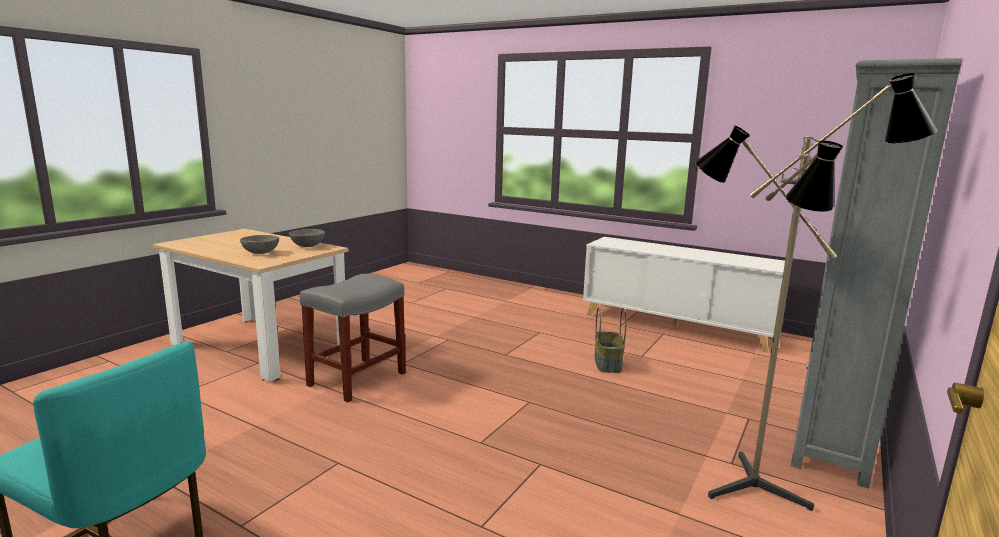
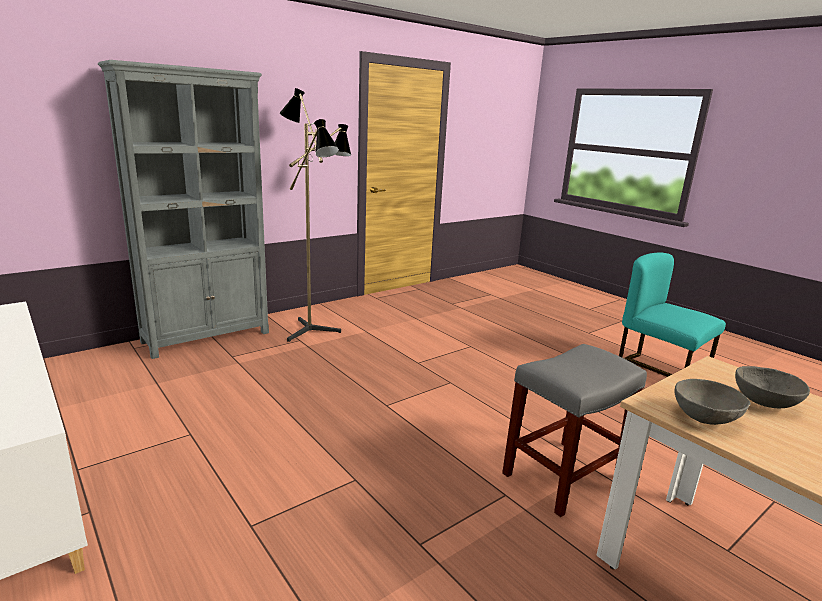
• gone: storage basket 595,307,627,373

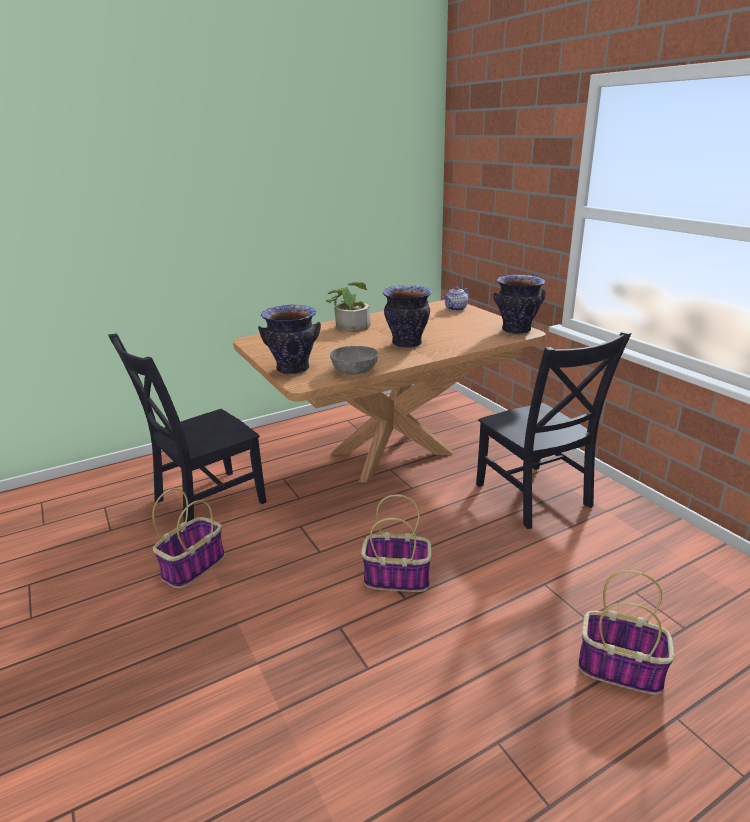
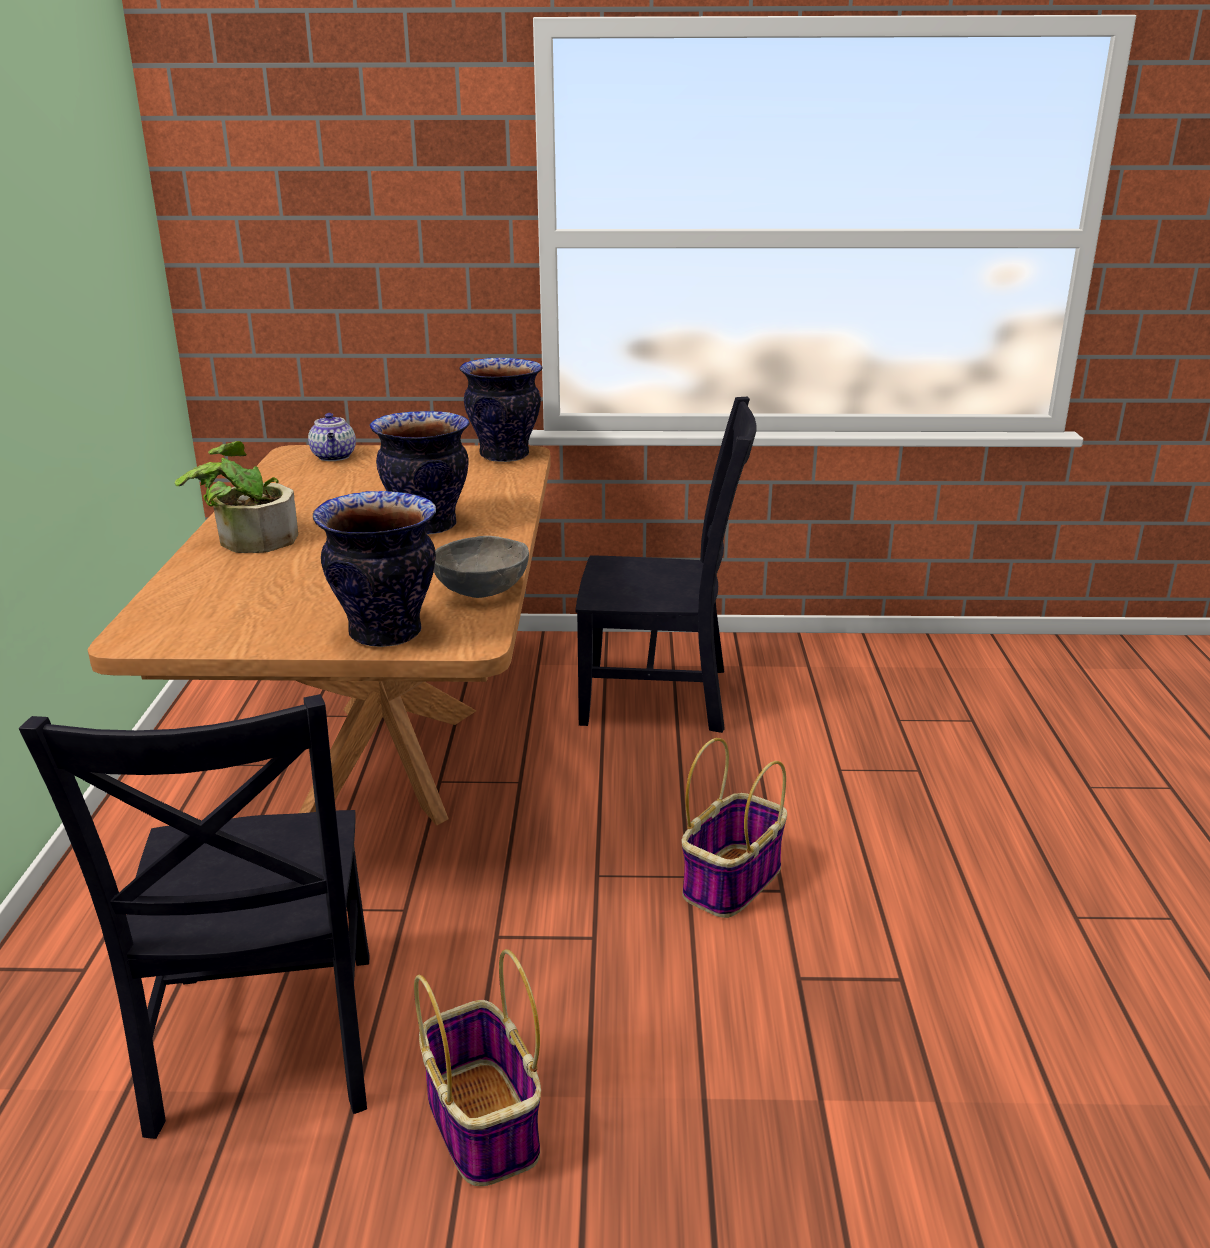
• gone: storage basket 578,570,675,695

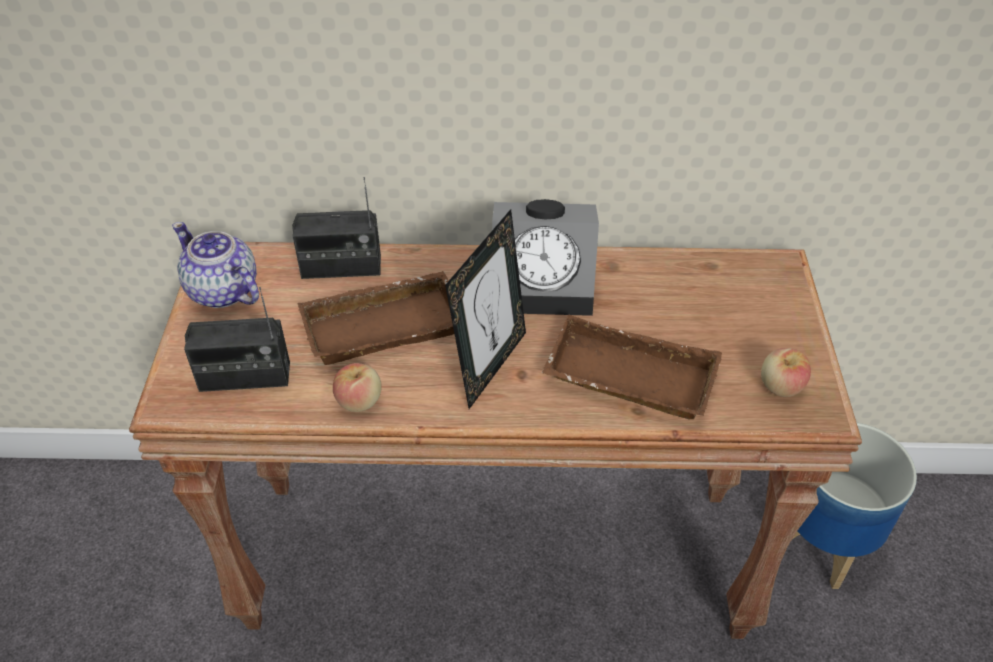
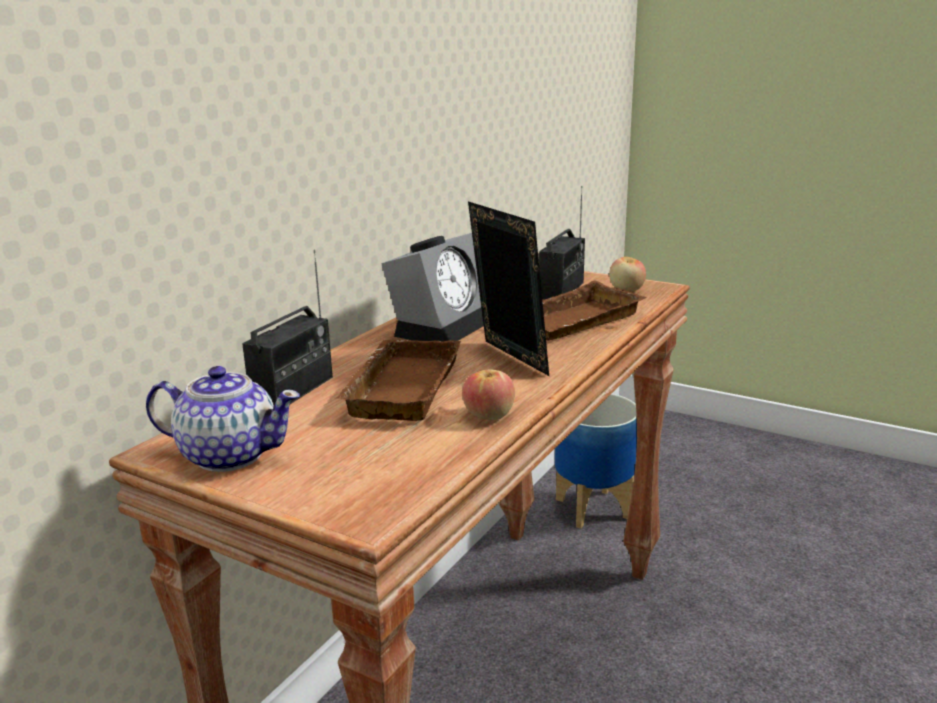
• rotated: tea pot 172,222,259,308 = 146,366,300,472 150 degrees counterclockwise
• shifted: radio 184,287,290,392 to 539,186,585,299

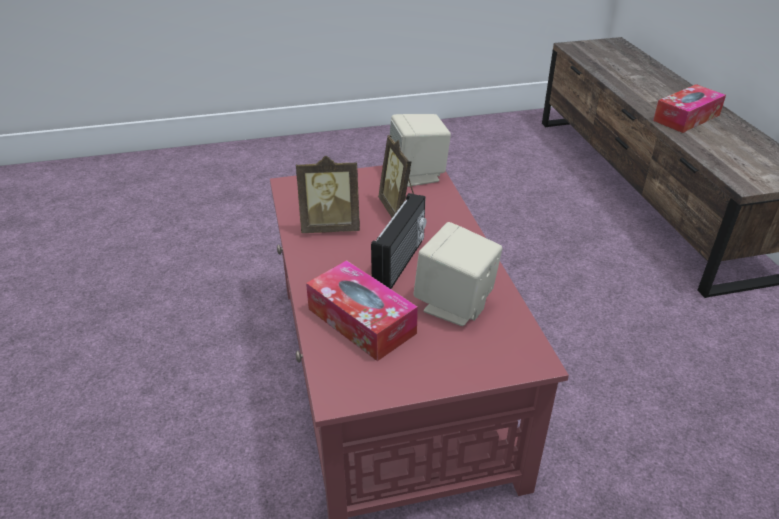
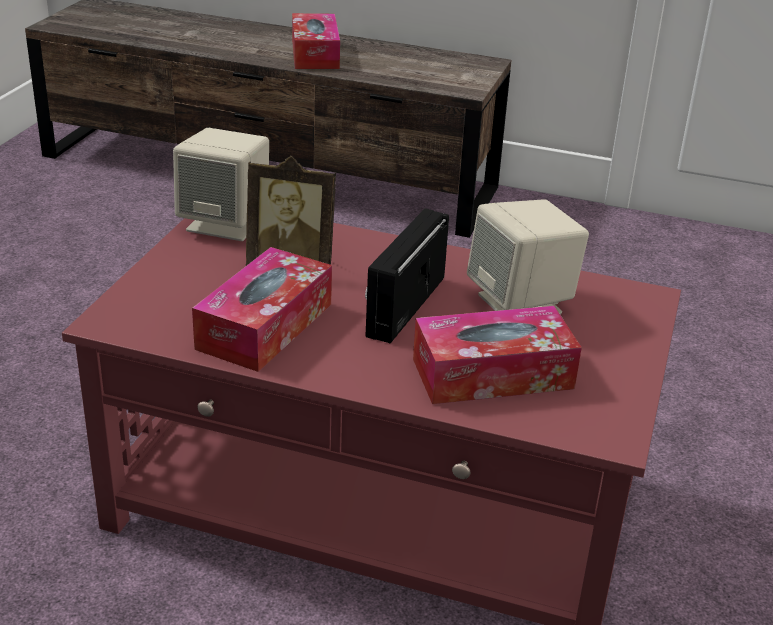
• swapped: photo frame 296,156,360,233 to tissue holder 192,247,332,372
• rotated: radio 371,193,426,289 = 365,208,449,344 120 degrees counterclockwise

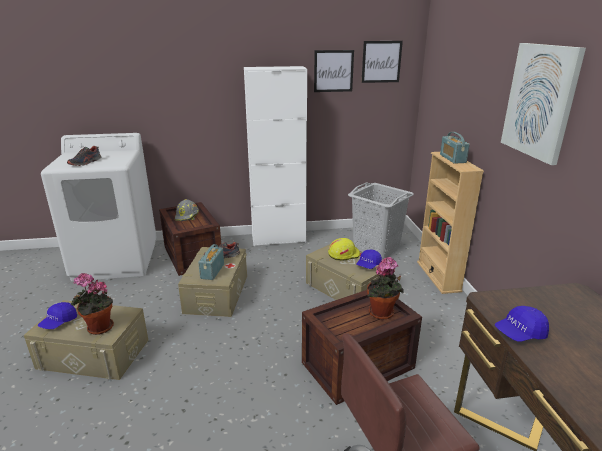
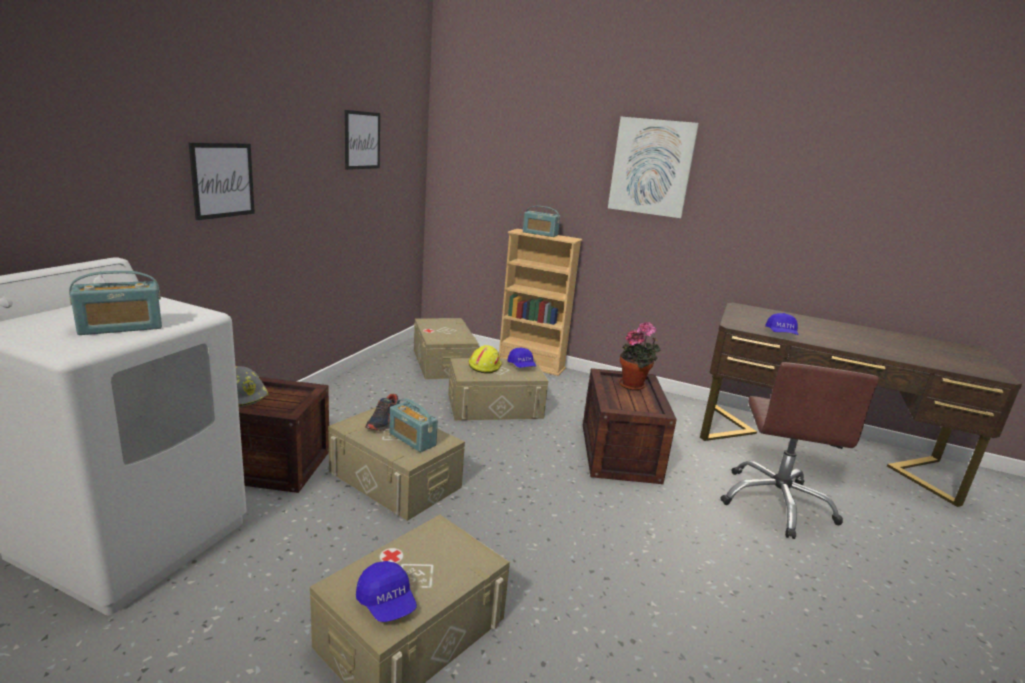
• shifted: picture 361,41,403,83 to 189,143,255,220
• gone: whitish cabinet 244,66,307,246
• swapped: item of footwear 67,146,102,166 to radio 69,271,162,335
• swapped: gray washing basket 348,182,414,259 to sand-coloured storage container 414,318,479,380
• gone: plant in a pot 70,273,114,335

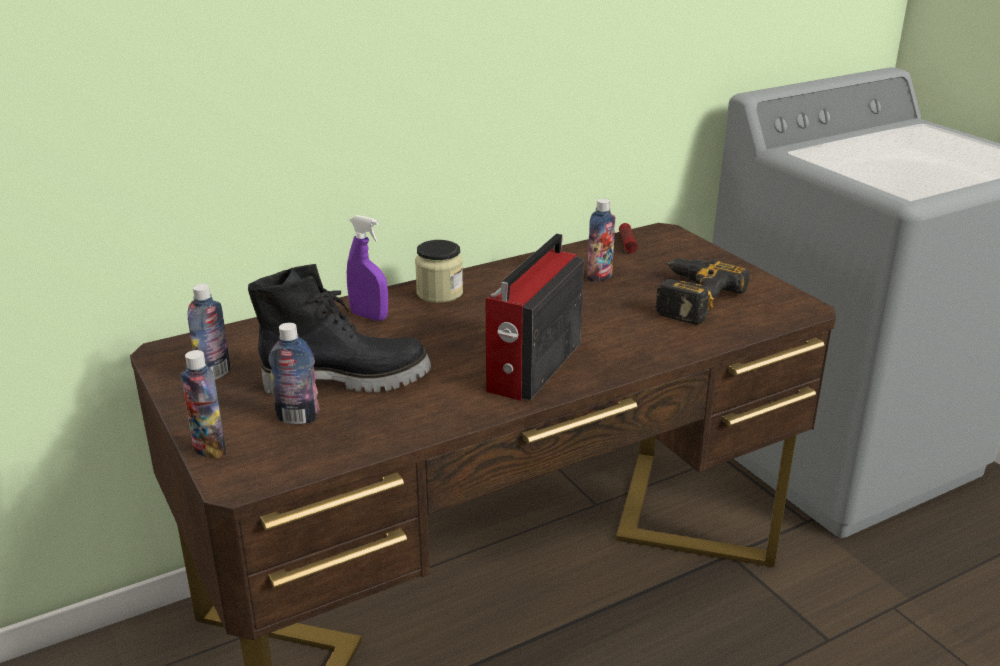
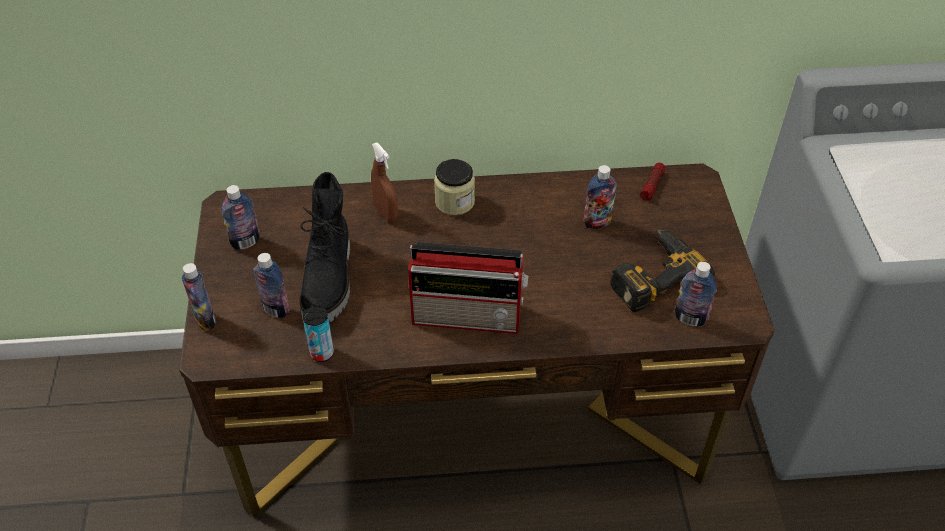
• repainted: purple-coloured spray bottle 347,215,388,321 to brownish spray bottle 371,142,398,222
• rotated: radio 486,233,584,401 = 408,242,528,334 135 degrees counterclockwise
• rotated: blackish tall boot 248,264,431,395 = 299,172,350,322 75 degrees clockwise
• new: bottle 675,262,717,326
• new: metal can 302,306,334,362

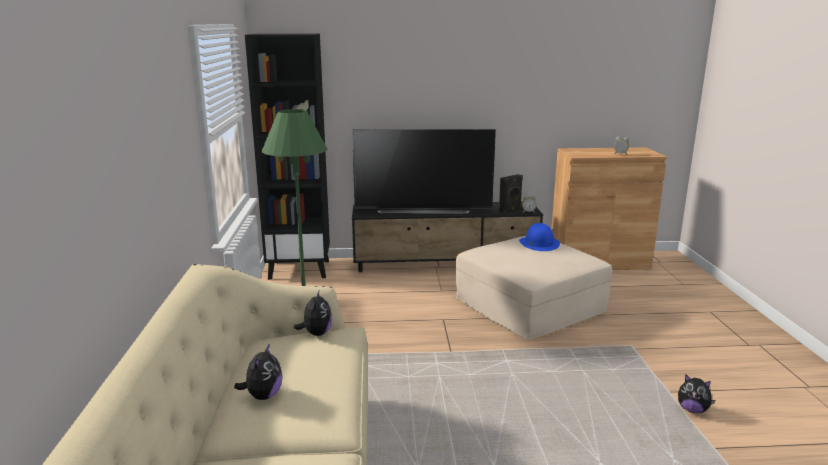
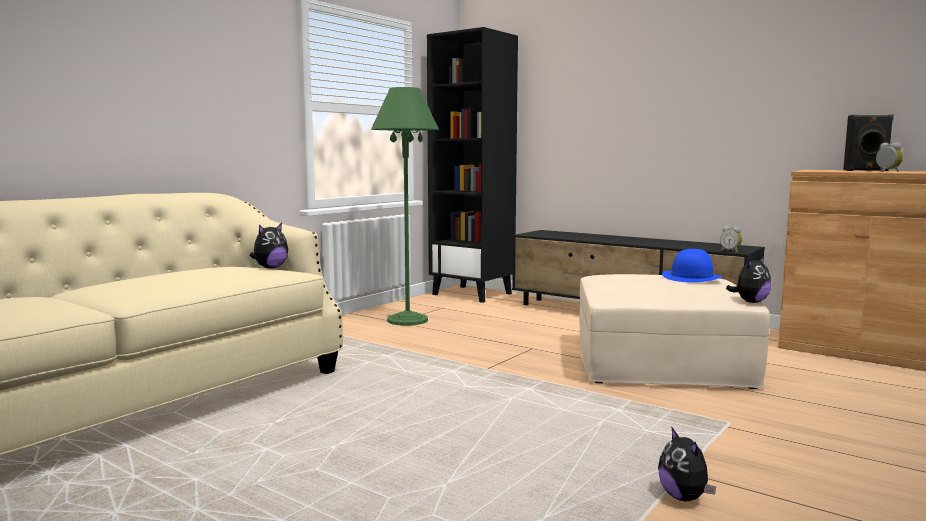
• gone: television 352,129,496,213
• shifted: blackish loudspeaker 499,174,523,213 to 843,115,894,171
• shifted: plush toy 234,343,283,400 to 726,256,771,303

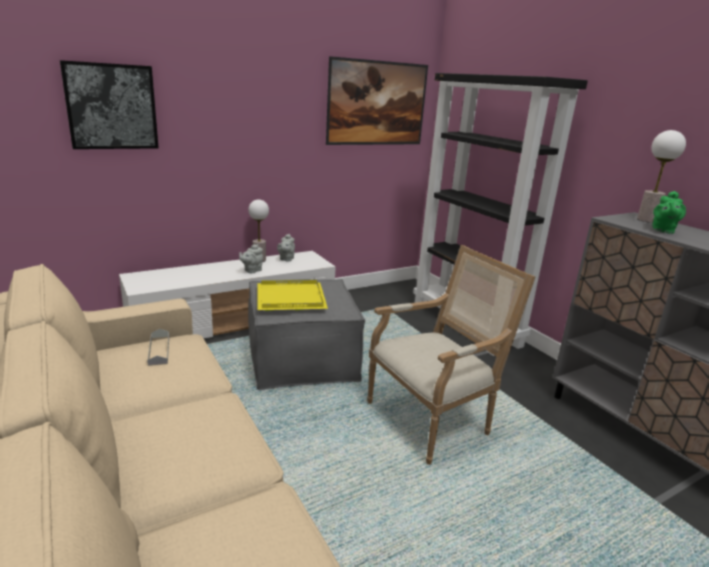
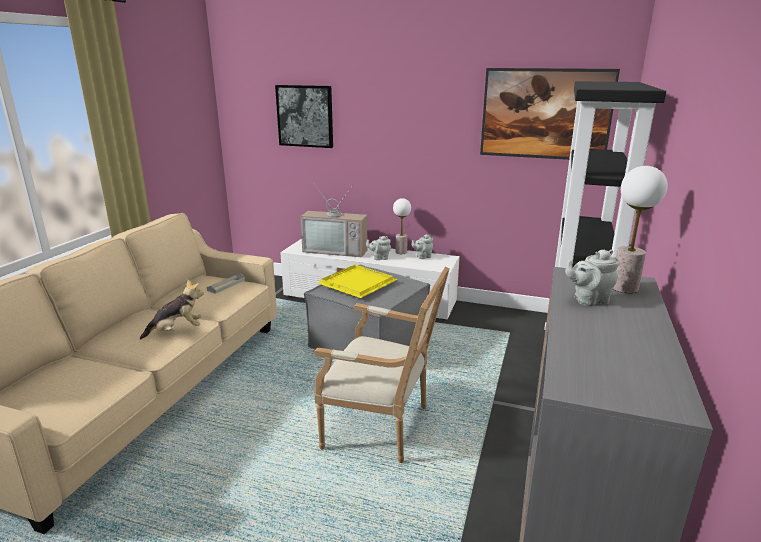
• repainted: green-coloured tea pot 652,191,686,234 to gray tea pot 565,250,620,306
• new: television 300,185,367,257
• new: plush toy 140,279,204,340

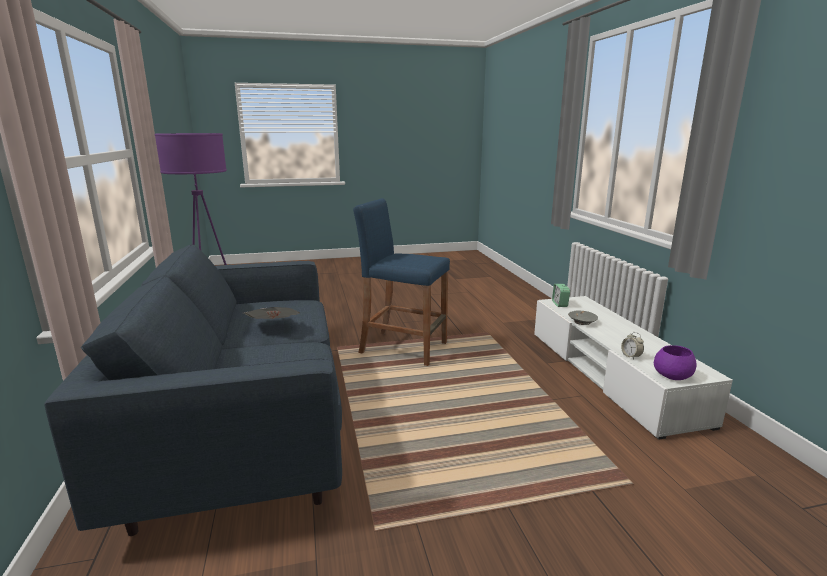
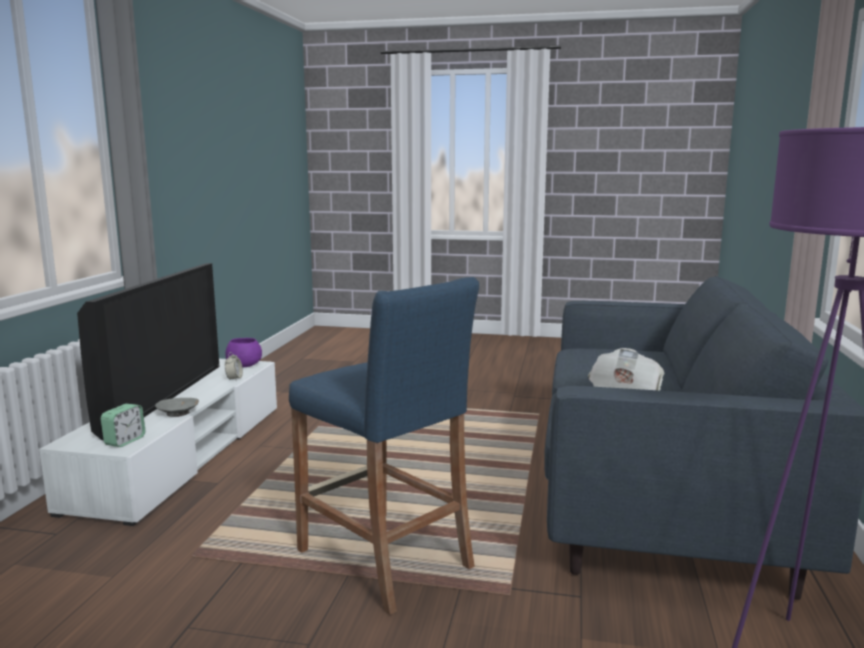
• new: television 77,263,219,440

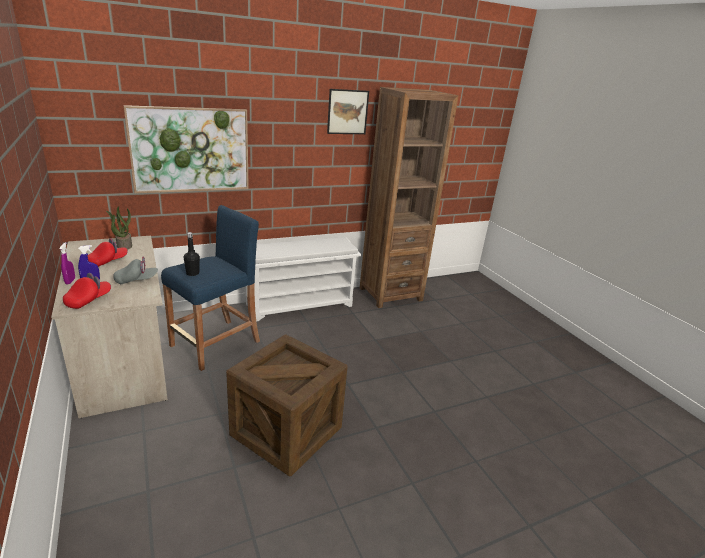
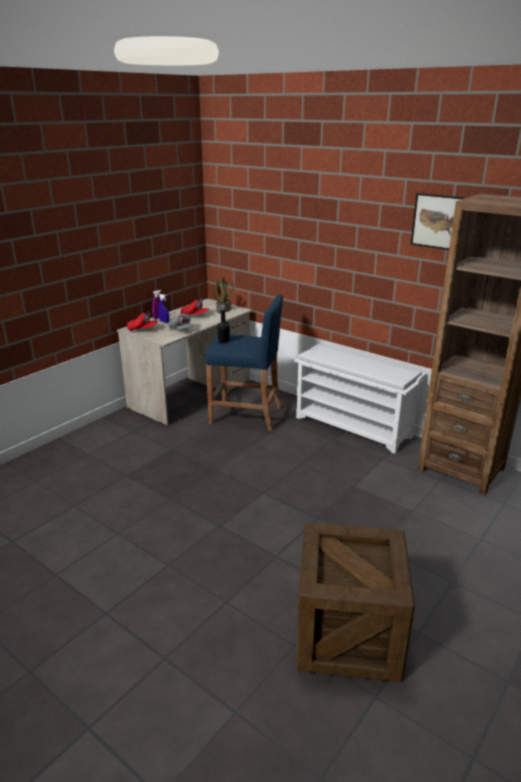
• gone: picture 124,105,249,193
• shifted: packing crate 226,334,348,476 to 296,523,415,682

